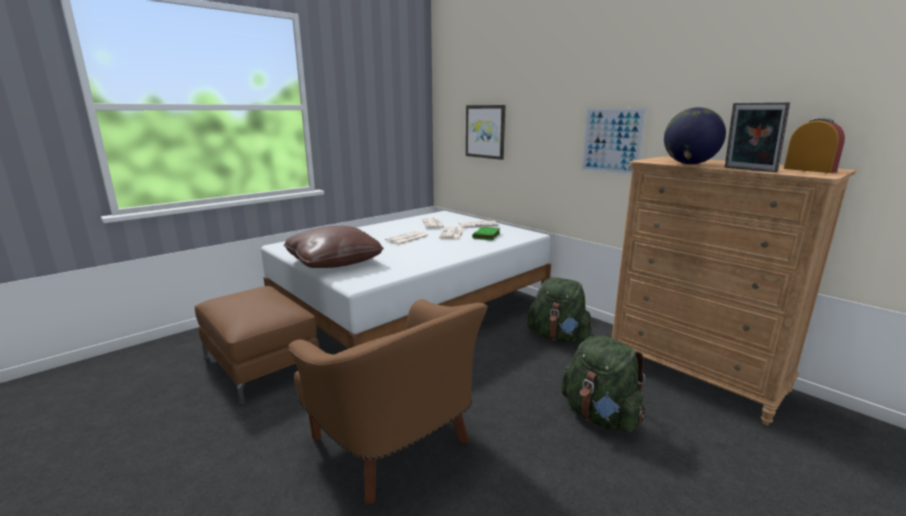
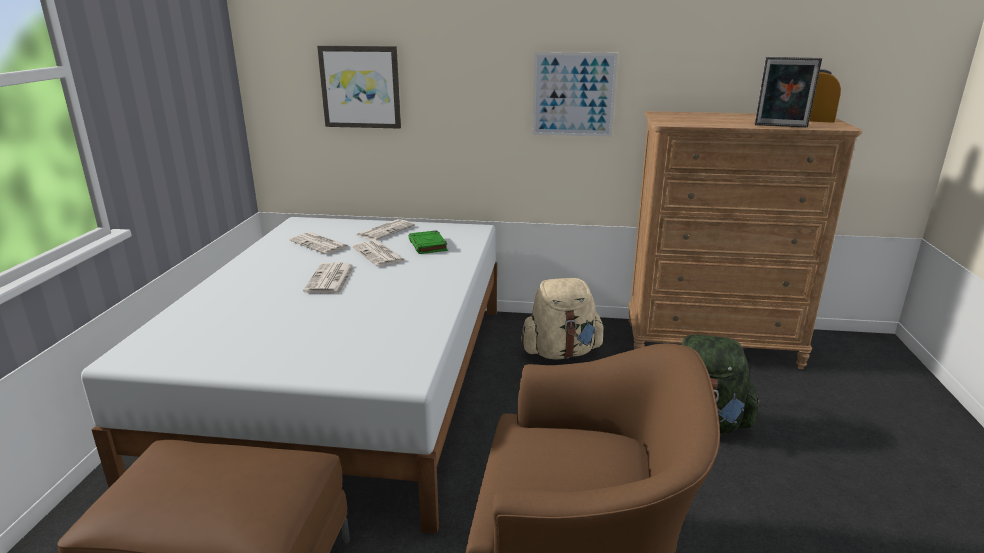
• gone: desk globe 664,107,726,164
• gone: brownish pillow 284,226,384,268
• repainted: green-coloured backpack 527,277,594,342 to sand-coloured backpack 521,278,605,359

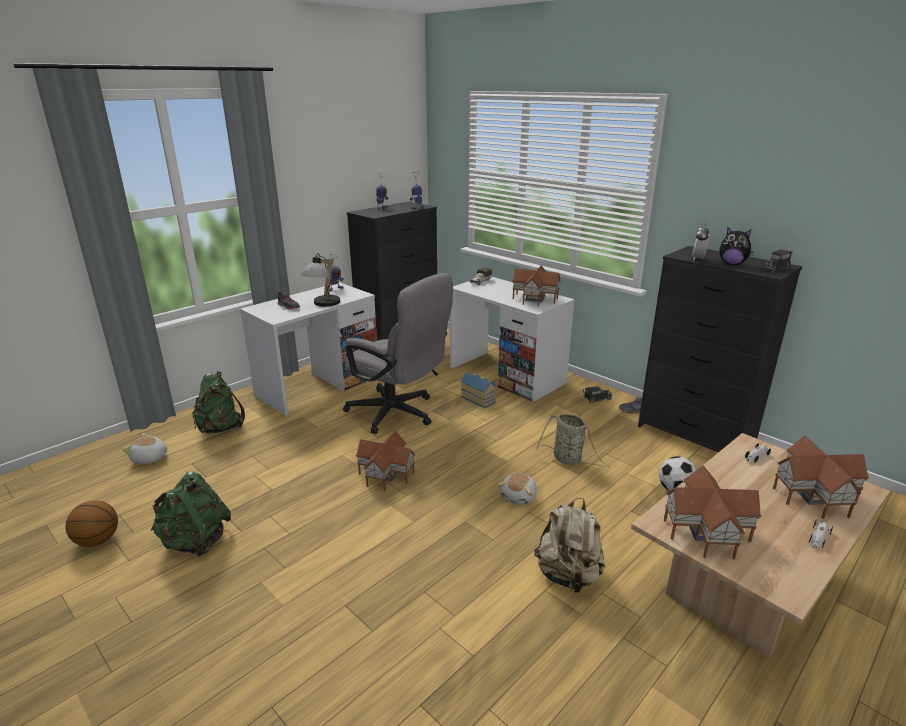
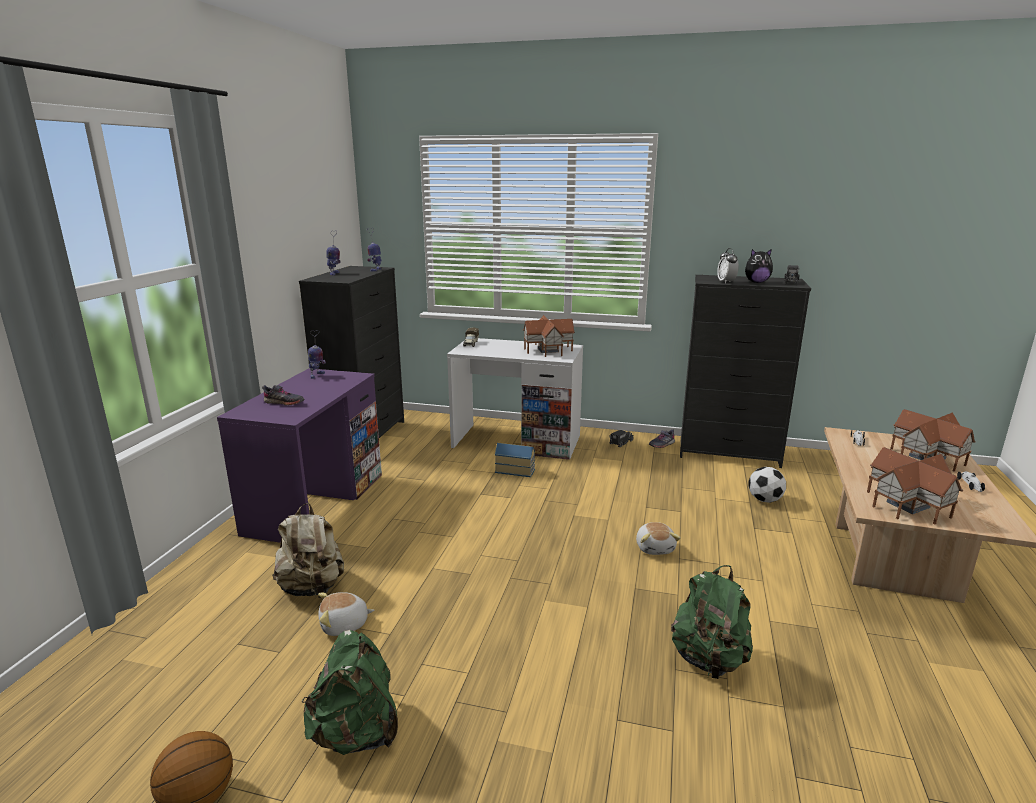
• gone: lamp for a table 301,253,340,307
• gone: gray desk chair 343,273,453,434
• repainted: whitish desk 240,282,377,416 to purple-coloured desk 217,368,382,543
• shifted: green-coloured backpack 192,371,245,434 to 671,565,753,679
• gone: storage basket 536,414,611,468
• gone: miniature house 356,431,416,491
• shifted: plush toy 122,433,167,464 to 318,592,374,636
• shifted: sand-coloured backpack 534,498,605,593 to 272,503,344,598

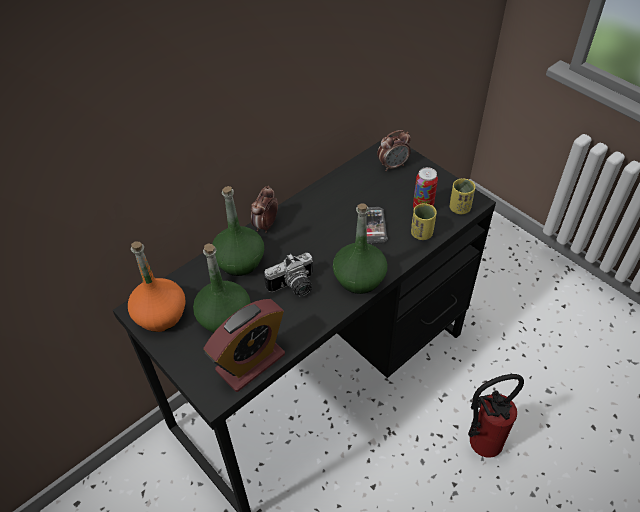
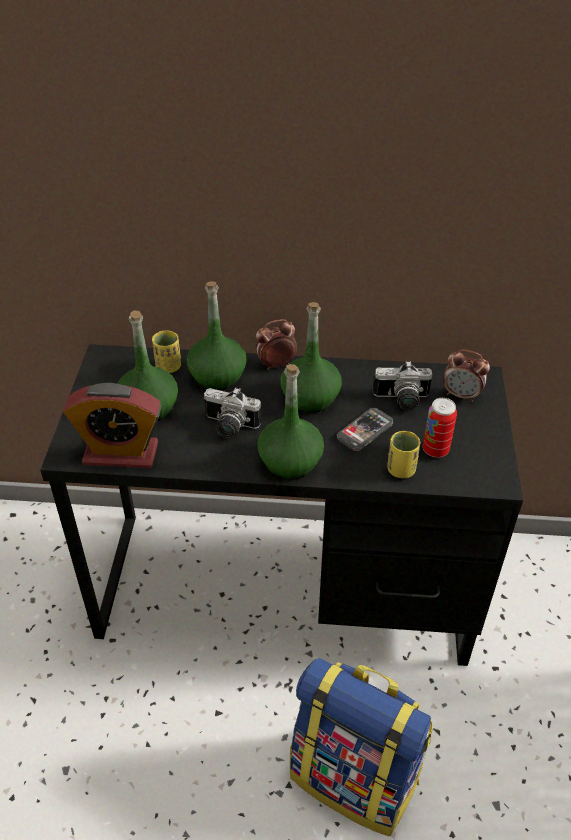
• shifted: yellowish cup 450,178,475,214 to 152,330,181,373
• gone: orange bottle 128,242,186,332
• swapped: fire-fighting cylinder 468,374,524,458 to backpack 290,658,433,836
• new: green-coloured bottle 281,302,342,413
• new: still camera 373,361,432,411

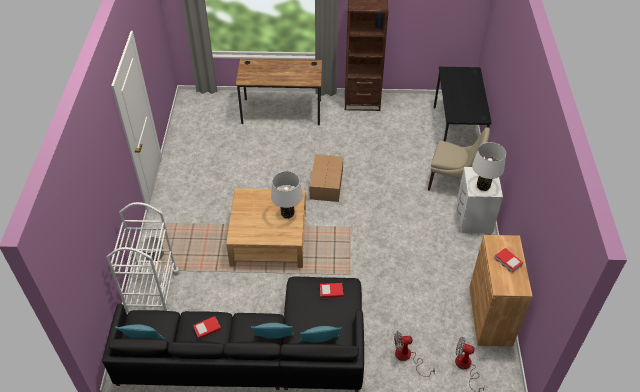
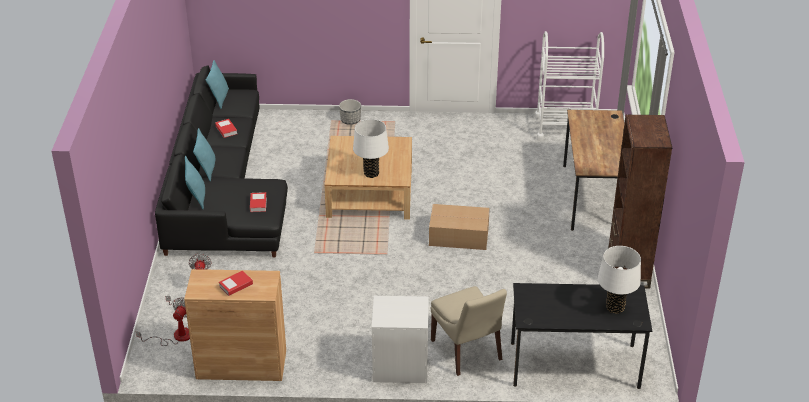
• rotated: sand-coloured plain chair 428,127,490,191 = 431,286,507,376 45 degrees counterclockwise
• shifted: whitish lamp for a table 472,142,506,191 to 598,246,641,314
• shifted: whitish trolley 106,202,180,315 to 535,31,604,141

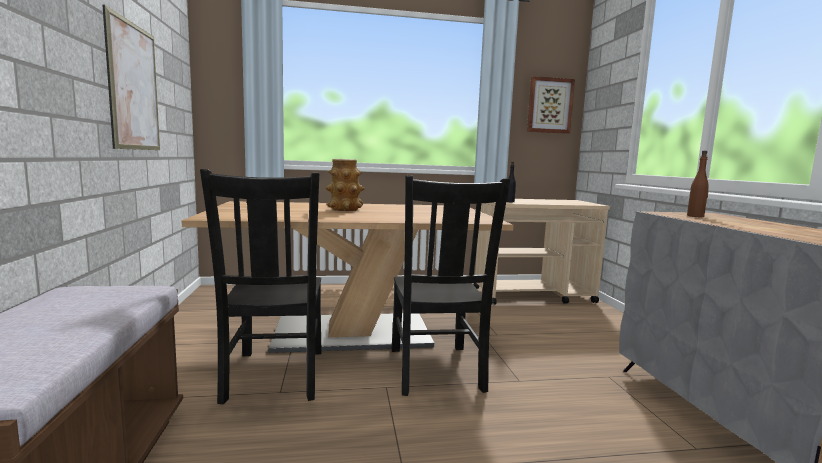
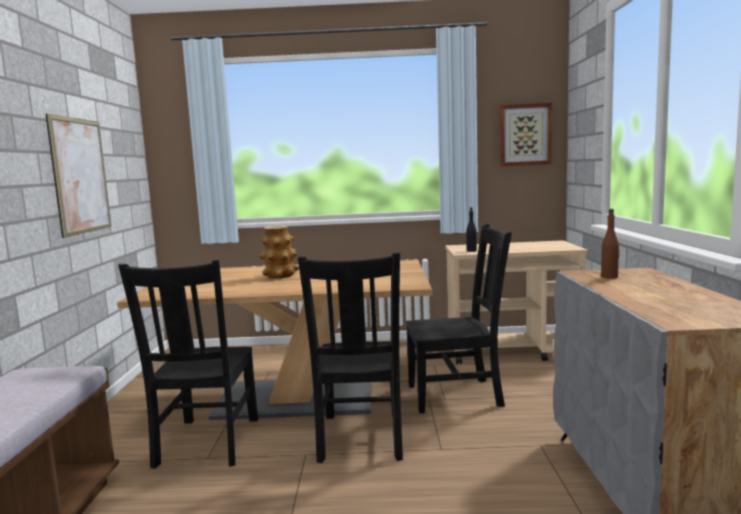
• new: blackish plain chair 406,224,512,413

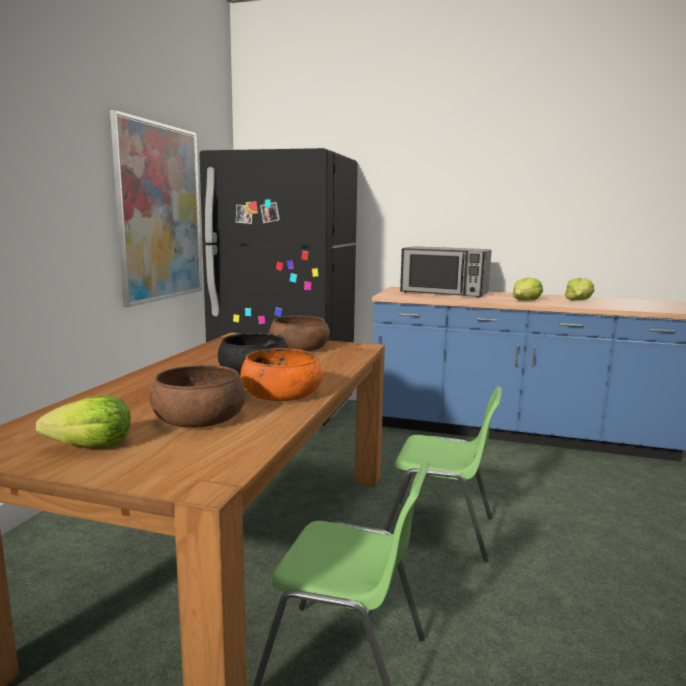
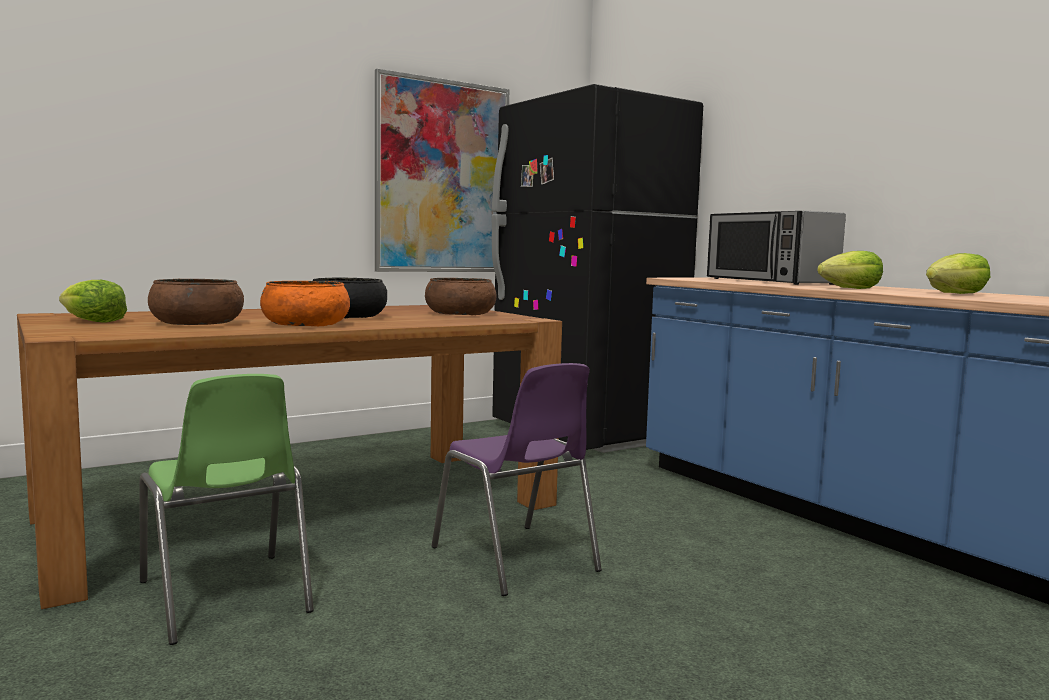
• repainted: green-coloured plain chair 384,386,502,562 to purple-coloured plain chair 432,363,602,596

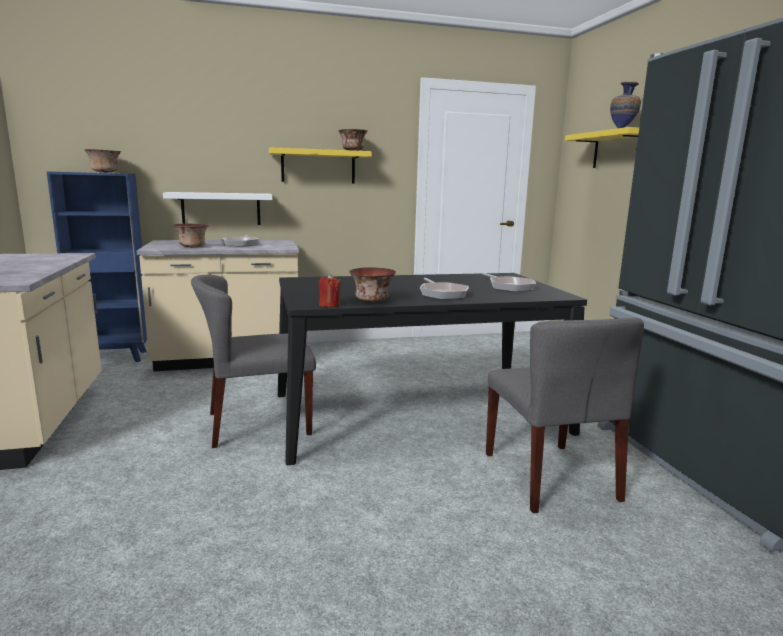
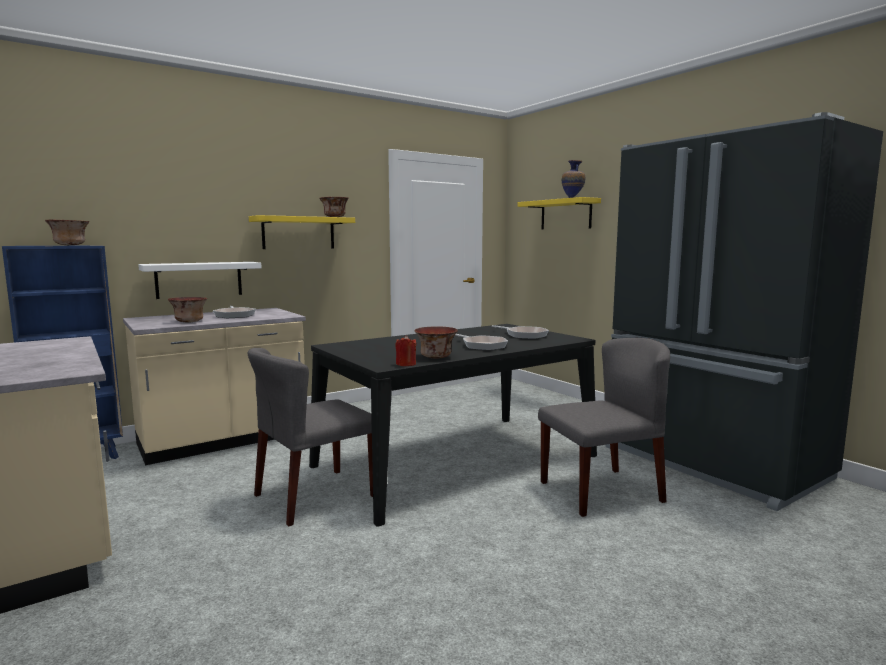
• rotated: gray plain chair 486,317,644,513 = 538,338,670,517 75 degrees counterclockwise

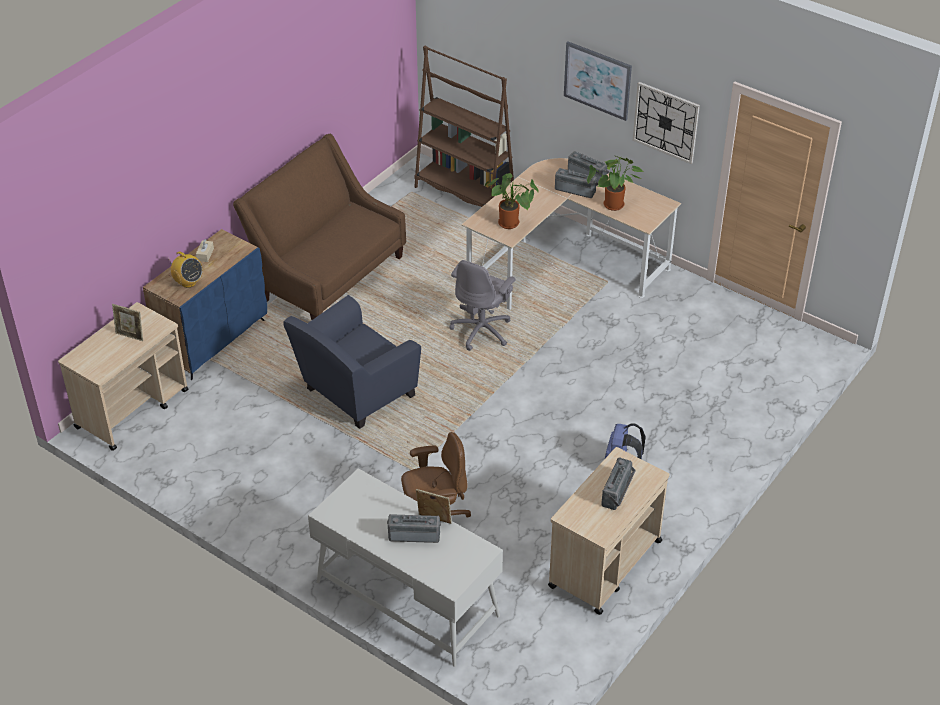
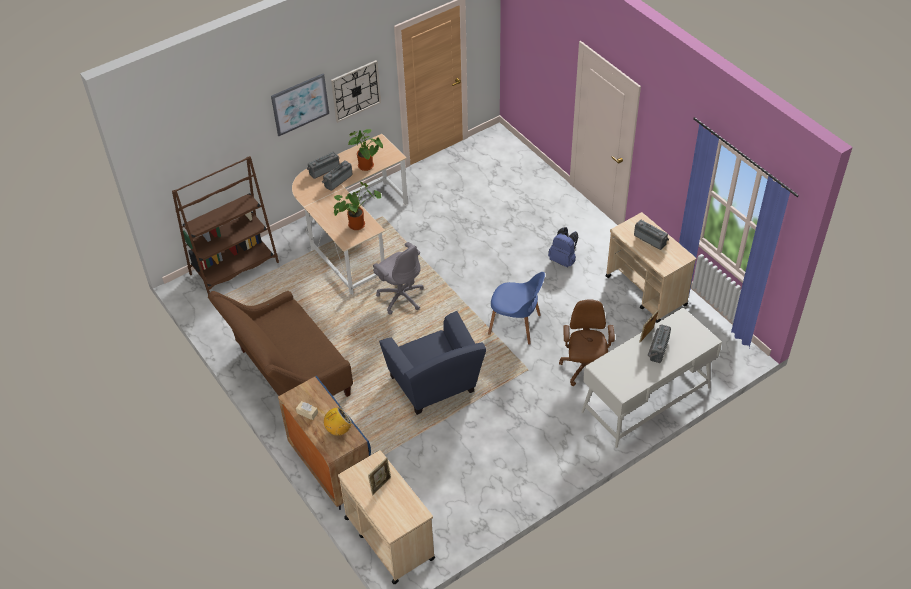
• new: blue-coloured plain chair 488,272,545,345

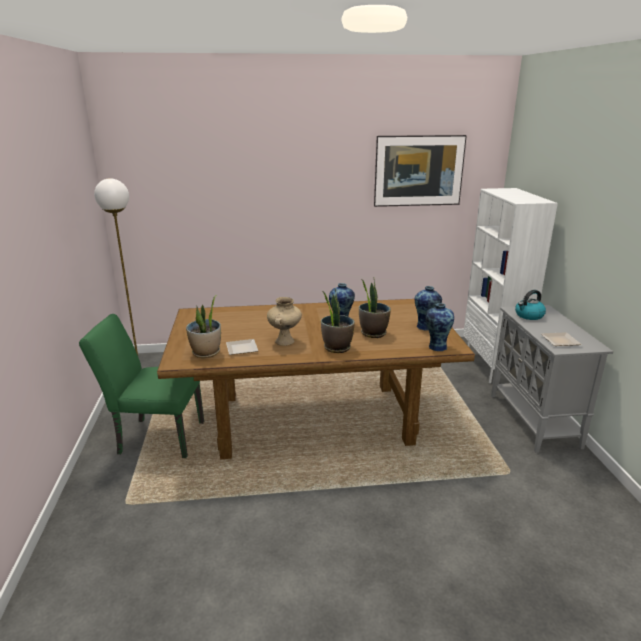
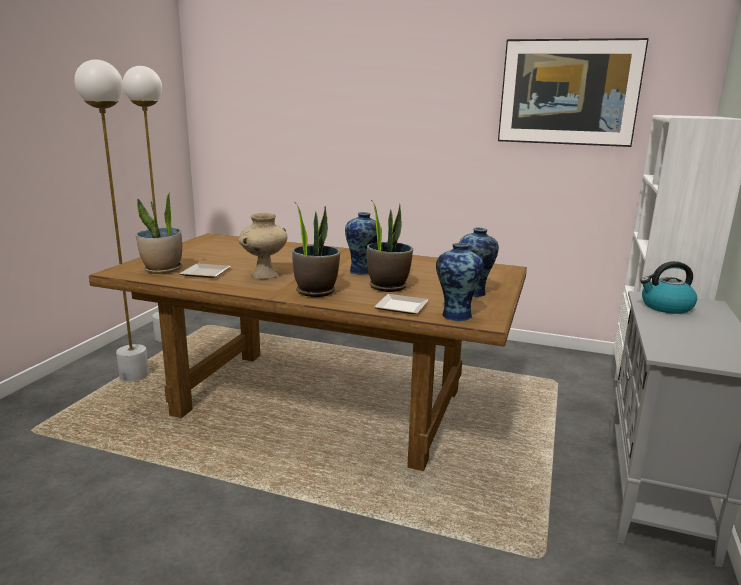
• swapped: green-coloured plain chair 79,314,204,458 to whitish standing lamp 74,60,149,381
• shifted: flat dish 541,332,582,346 to 374,294,429,314

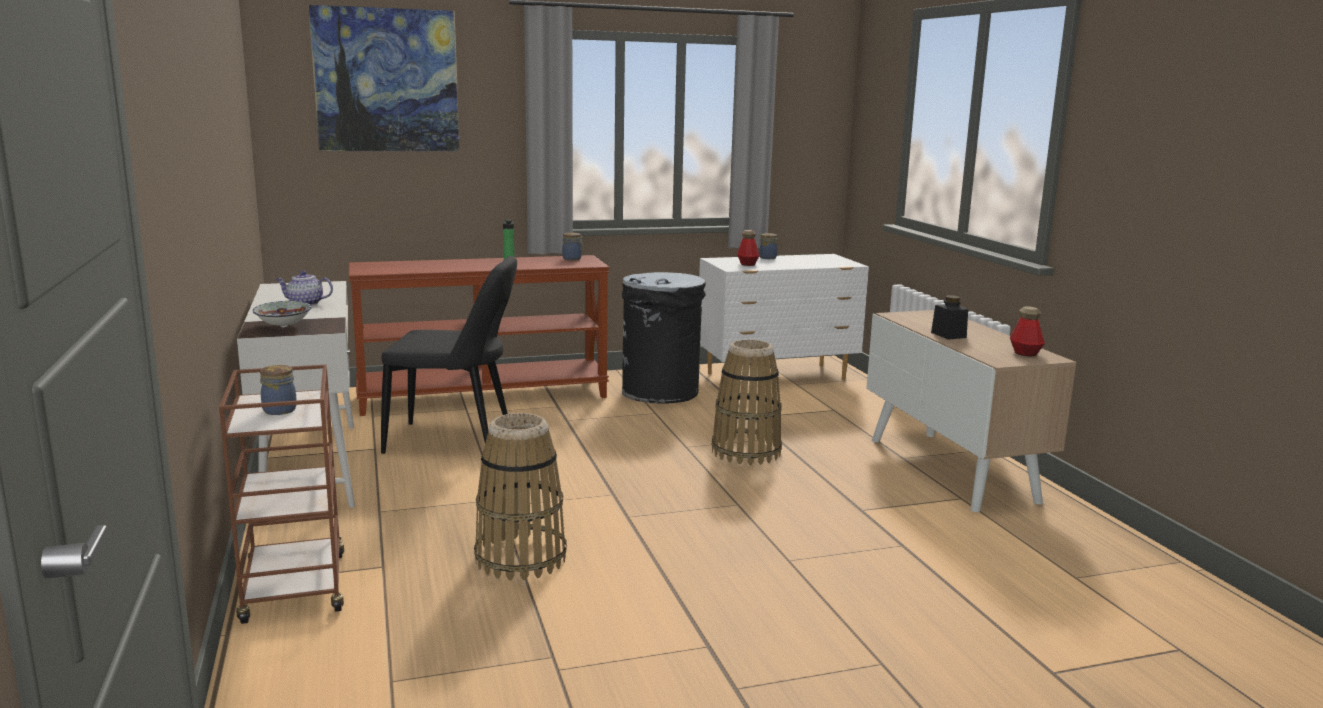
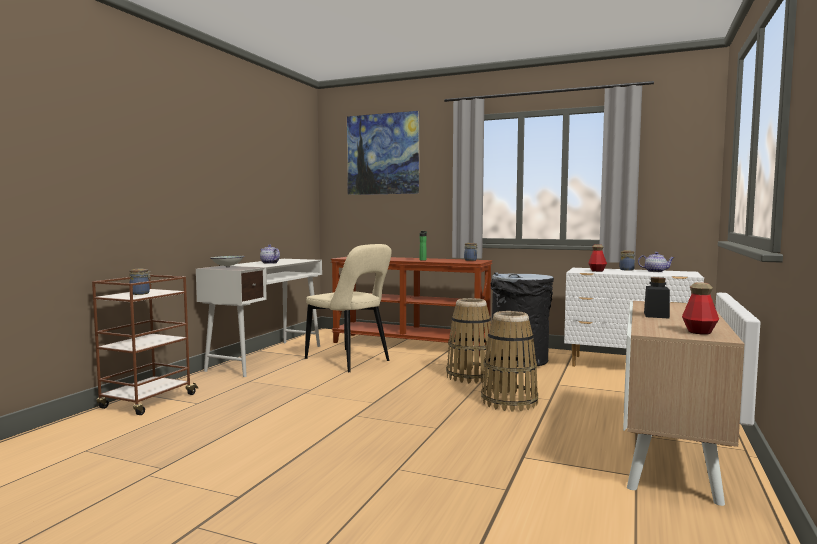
• repainted: blackish plain chair 381,256,517,454 to sand-coloured plain chair 305,244,392,372
• shifted: storage basket 474,413,567,580 to 446,298,493,384
• new: tea pot 638,252,675,272

